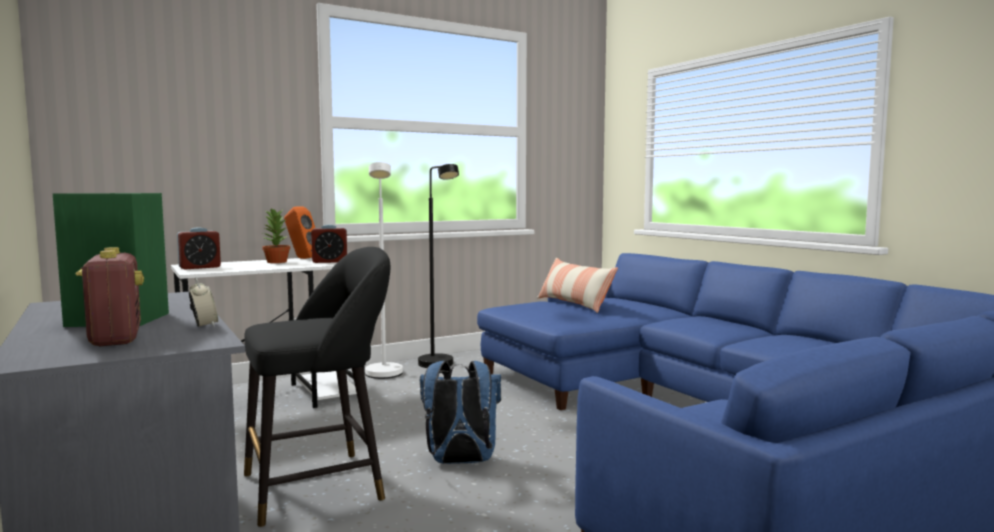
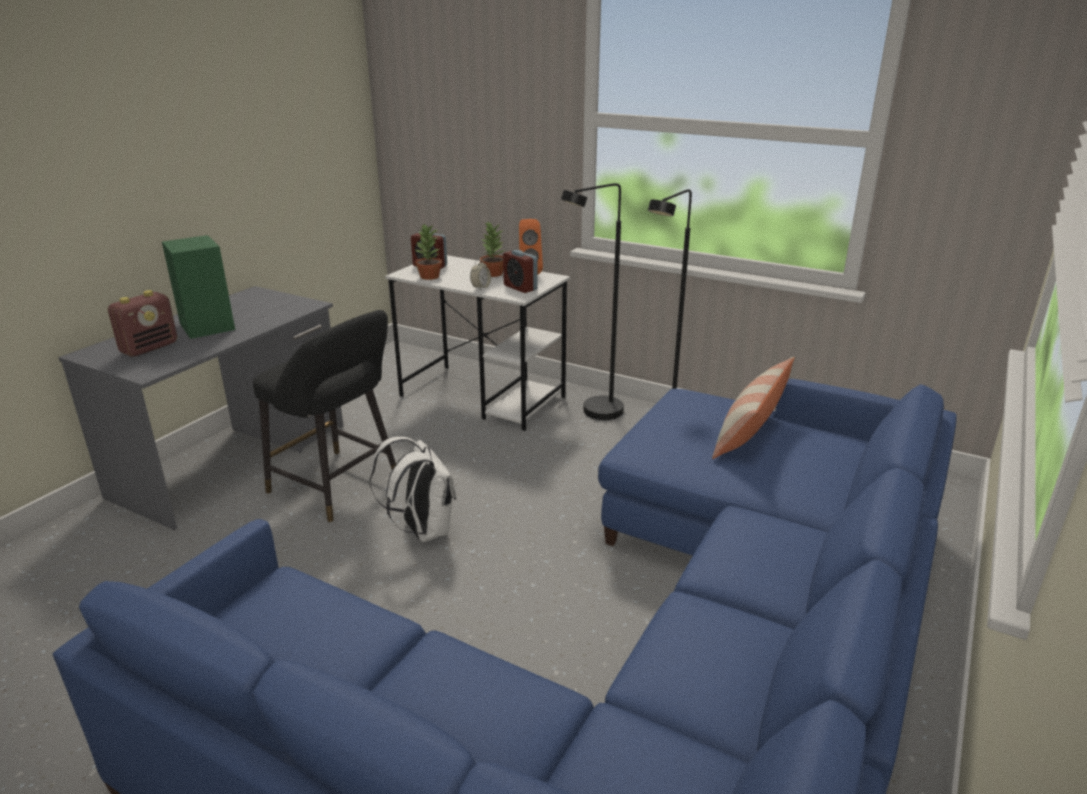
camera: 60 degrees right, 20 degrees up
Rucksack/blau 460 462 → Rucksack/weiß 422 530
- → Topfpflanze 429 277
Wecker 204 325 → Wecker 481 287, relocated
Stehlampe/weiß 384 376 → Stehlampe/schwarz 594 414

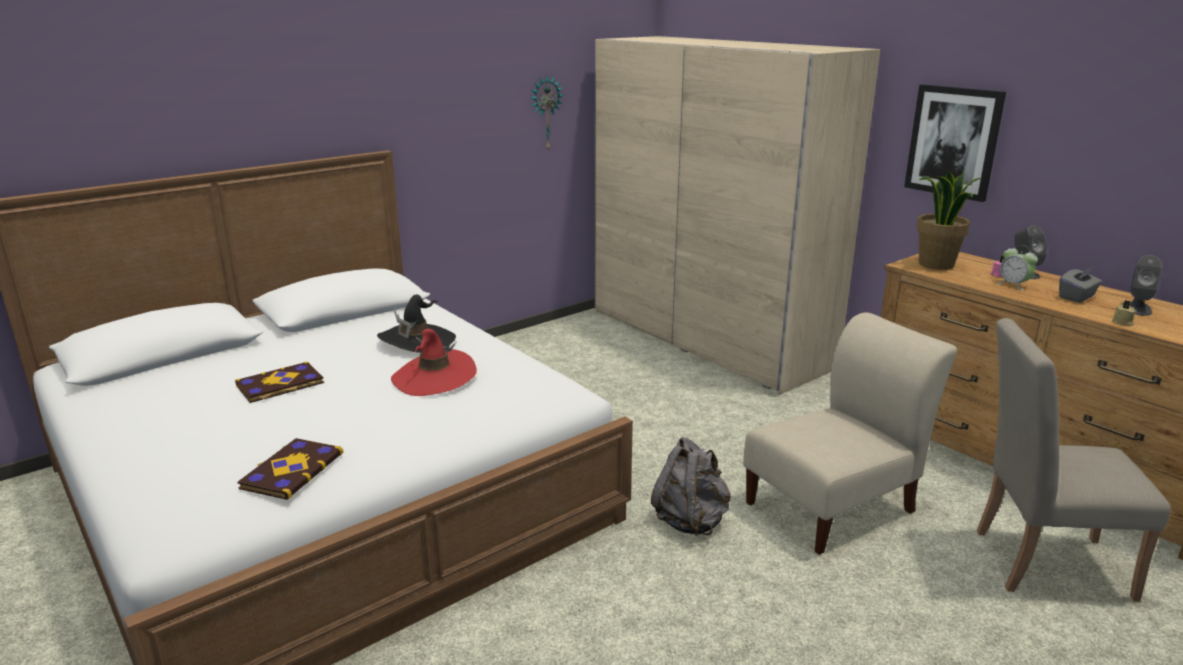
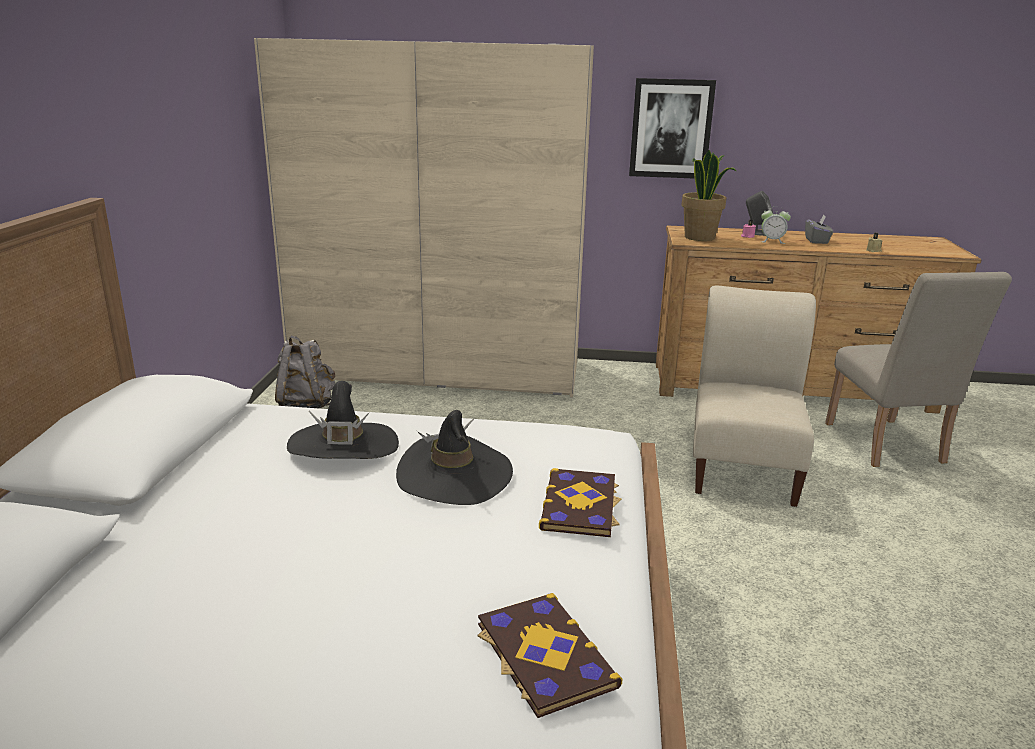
camera: 45 degrees left, 0 degrees up
Rucksack/grau 691 520 → Rucksack/grau 306 405, relocated
Hut/rot 434 377 → Hut/schwarz 454 476
Buch 280 385 → Buch 580 505, relocated
Stuhl/beige 1039 562 → Stuhl/beige 887 447, 60 degrees counterclockwise
Wanduhr 545 113 → -
Lautsprecher/grau 1136 308 → -

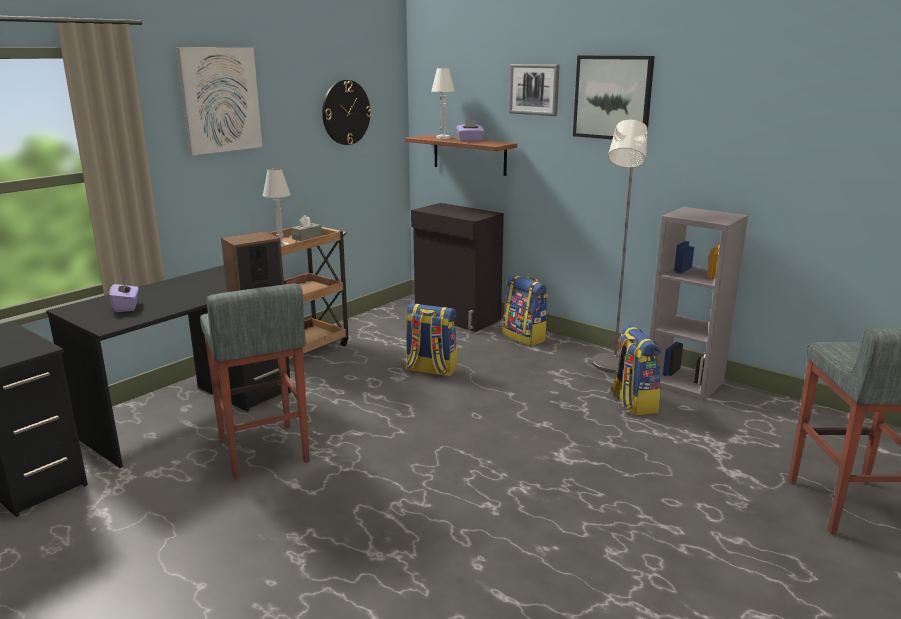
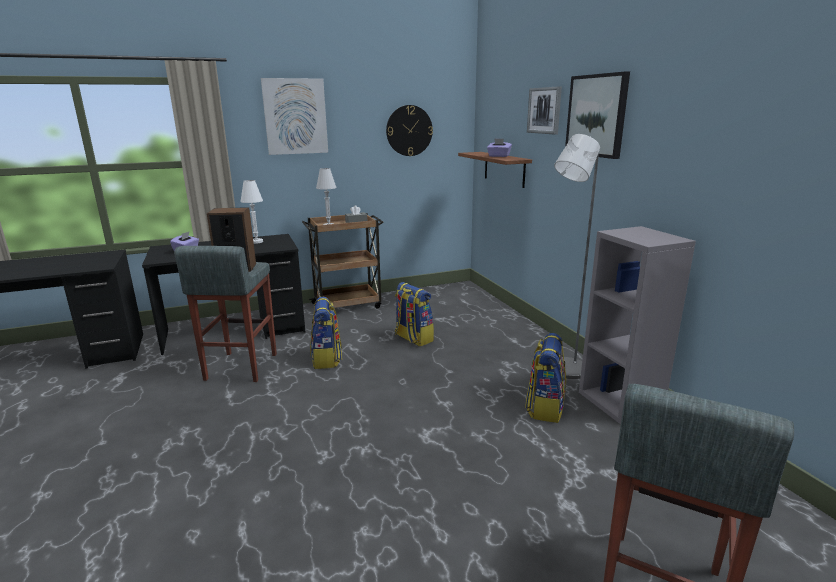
camera: 30 degrees right, 0 degrees up
Tischlampe/weiß 443 138 → Tischlampe/weiß 256 242, relocated
Rucksack 525 337 → Rucksack 327 359, relocated
Schrank/schwarz 457 317 → -

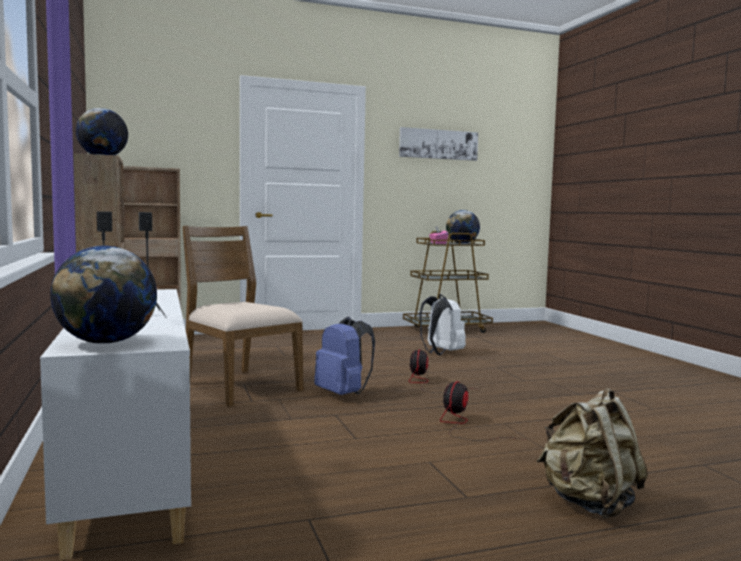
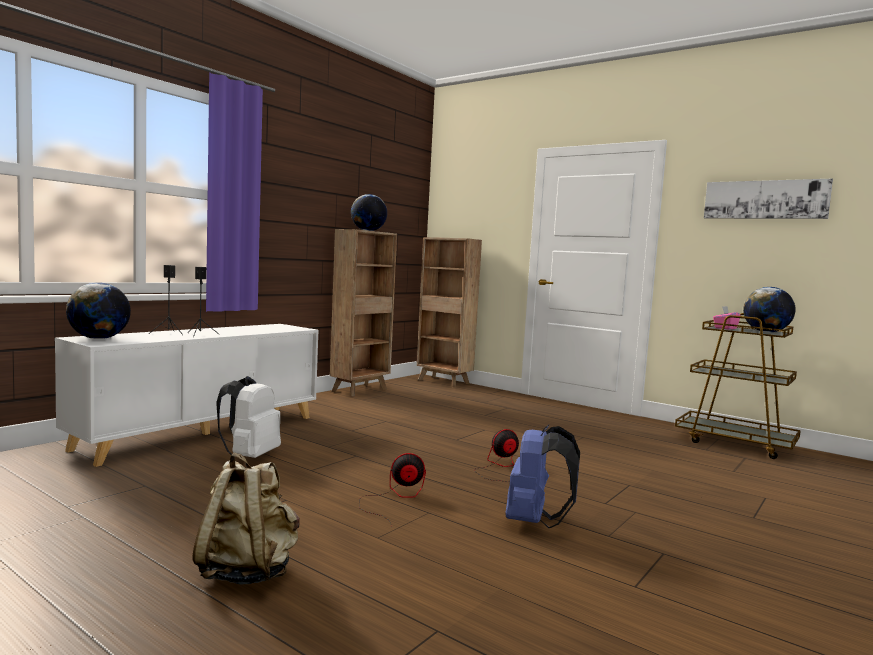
camera: 55 degrees right, 0 degrees up
Rucksack/weiß 441 353 → Rucksack/weiß 249 456, relocated
Rucksack/blau 343 394 → Rucksack/blau 535 521, relocated
Stuhl/braun 239 386 → -

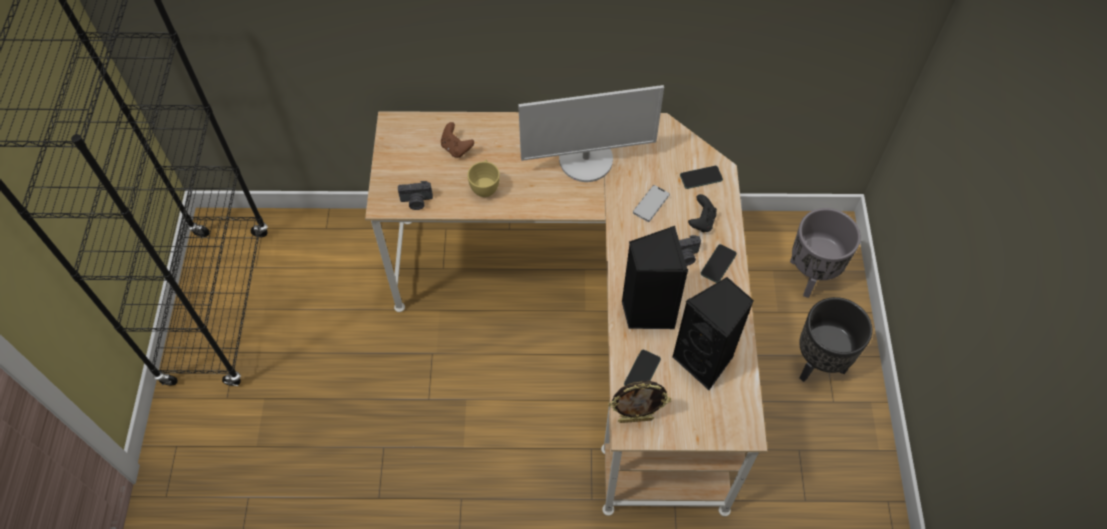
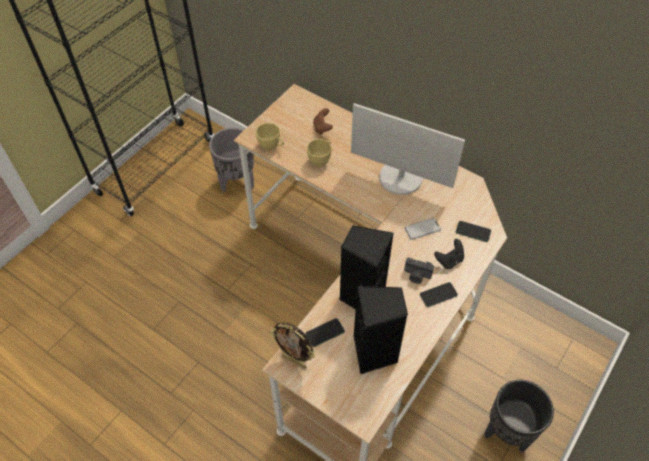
camera: 35 degrees right, 5 degrees down
Pflanzkübel/grau 811 276 → Pflanzkübel/grau 237 182, relocated
Kamera 416 201 → Tasse/gelb 271 146

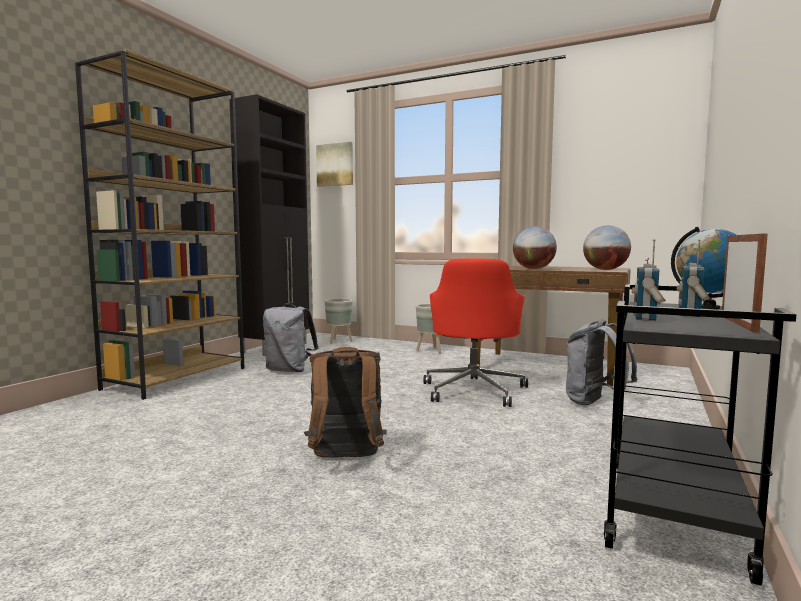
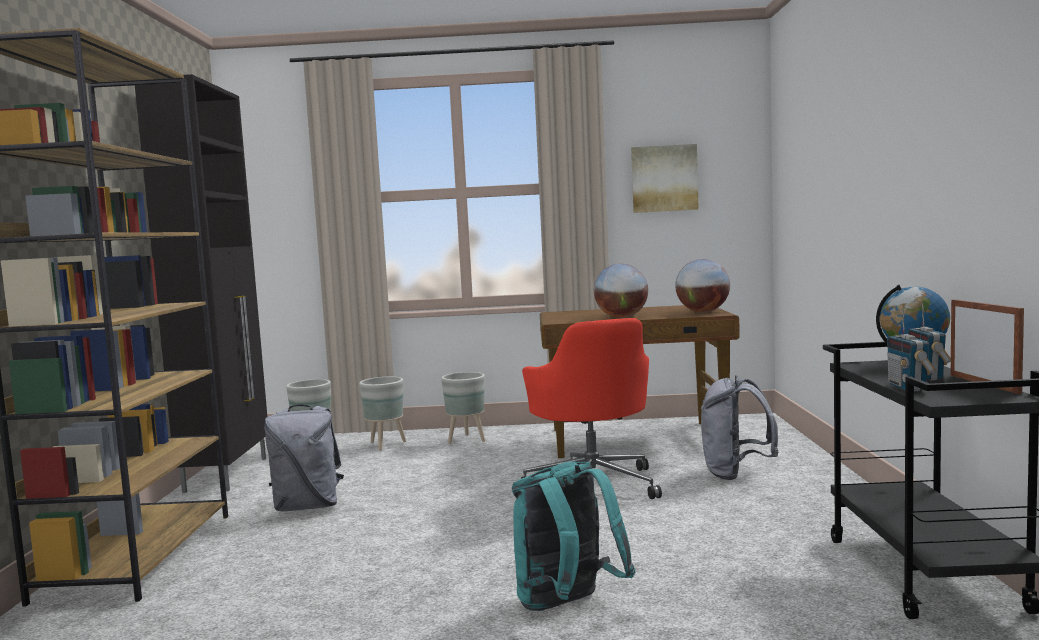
camera: 25 degrees left, 0 degrees up
- → Pflanzkübel/grau 386 445
Rucksack/braun 345 459 → Rucksack/türkis 567 606
Bild 335 165 → Bild 664 178, relocated

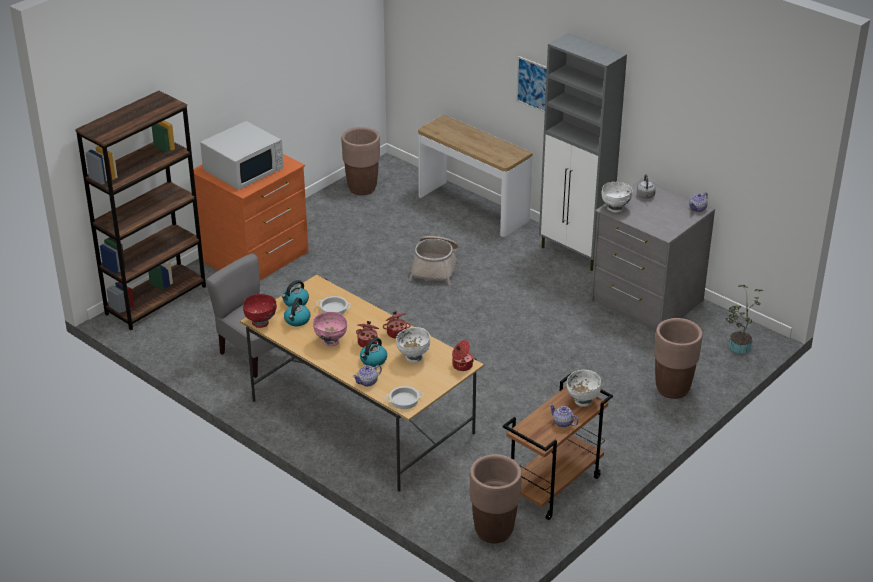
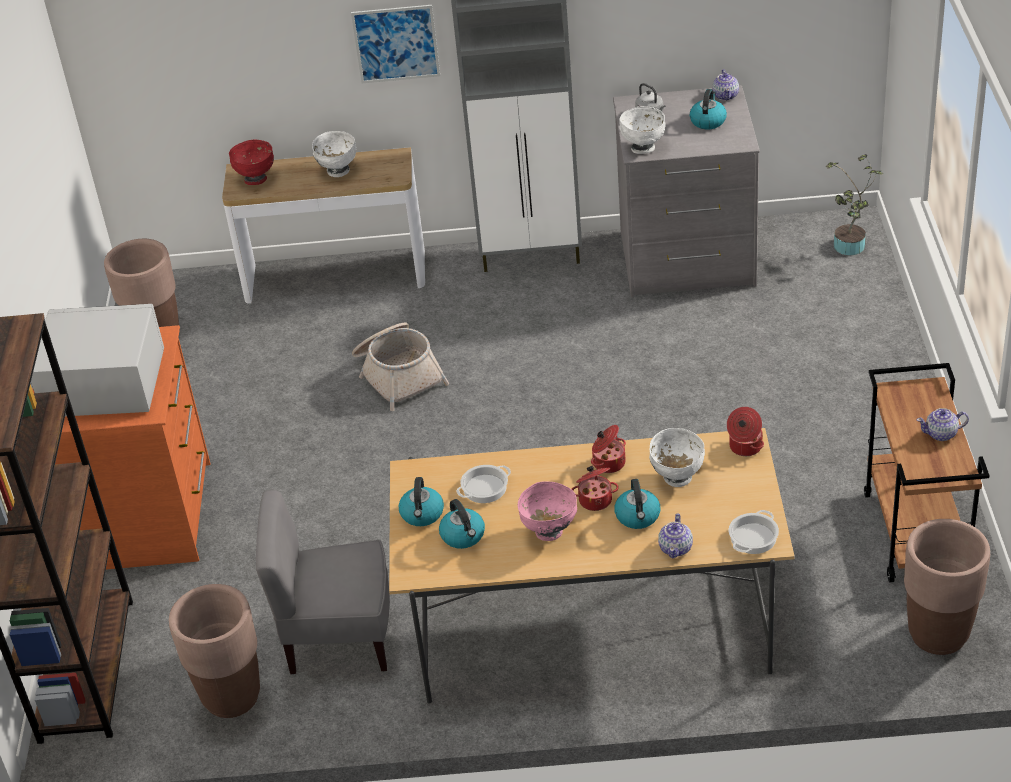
camera: 40 degrees left, 5 degrees up
Mikrowelle/weiß 244 169 → Mikrowelle/weiß 103 384, 90 degrees counterclockwise
Pflanzkübel/braun 672 389 → Pflanzkübel/braun 232 697, relocated
Schüssel/rot 260 323 → Schüssel/rot 256 179, relocated
Schüssel/weiß 582 401 → Schüssel/weiß 337 171, relocated
- → Wasserkessel 708 121

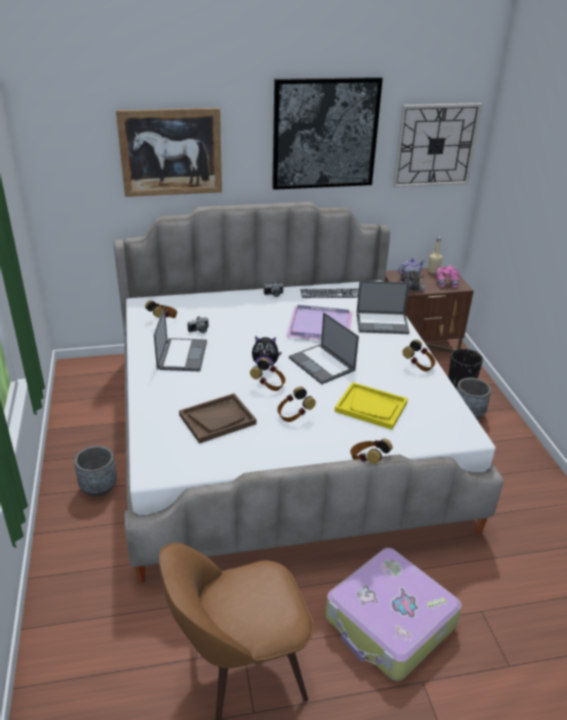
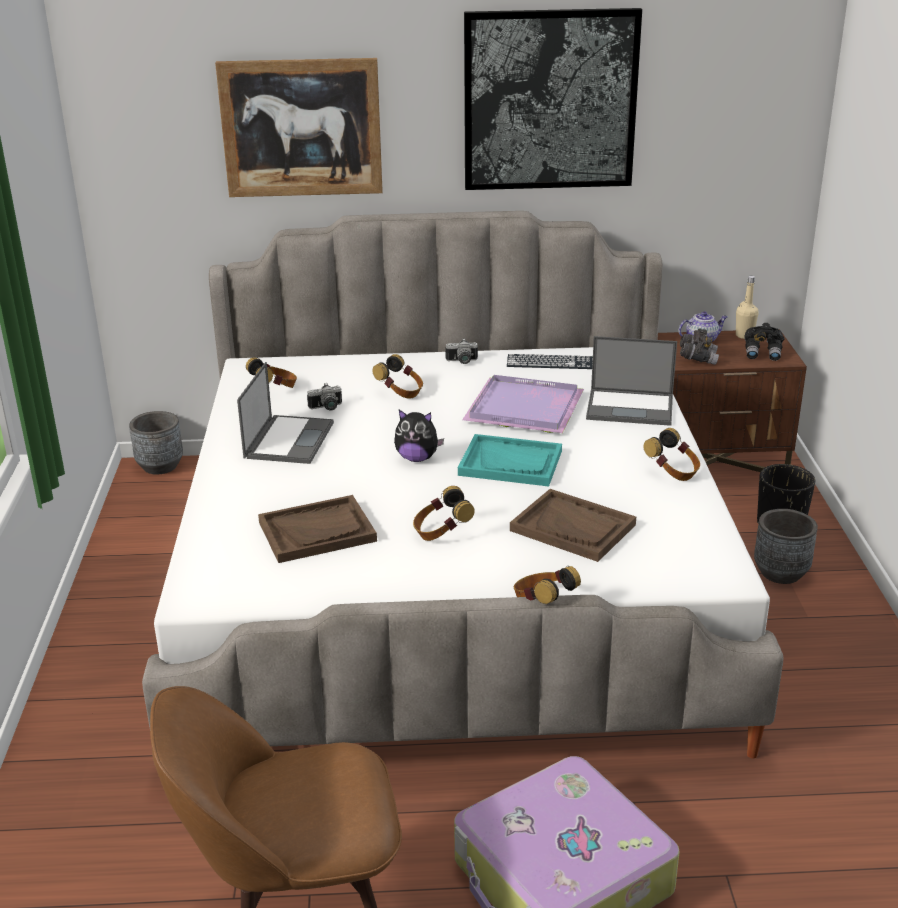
camera: 10 degrees right, 5 degrees down
Pflanzkübel/grau 99 487 → Pflanzkübel/grau 160 466, relocated
Kopfhörer 269 385 → Kopfhörer 400 393, relocated
Laptop 322 364 → Tablett/türkis 511 463
Tablett/gelb 371 407 → Tablett/braun 573 528
Fernglas/rosa 447 282 → Fernglas/schwarz 763 353
Wanduhr 435 145 → -

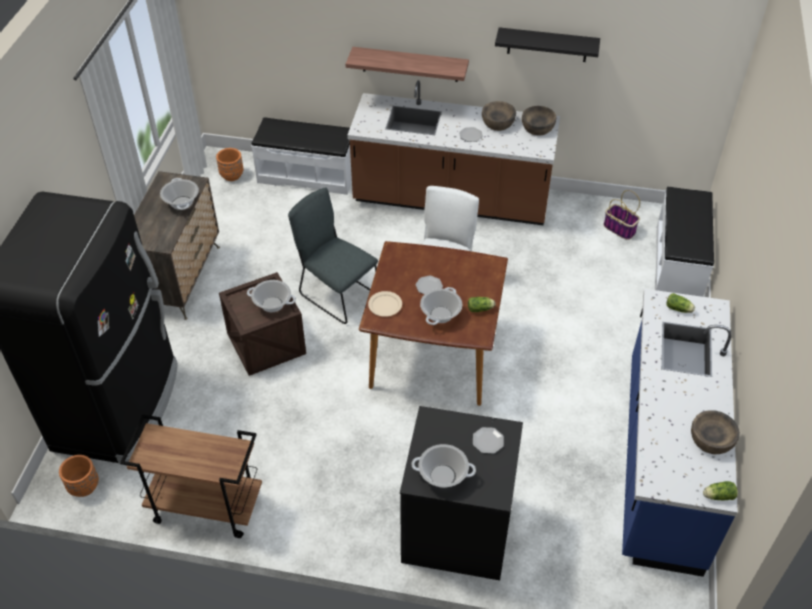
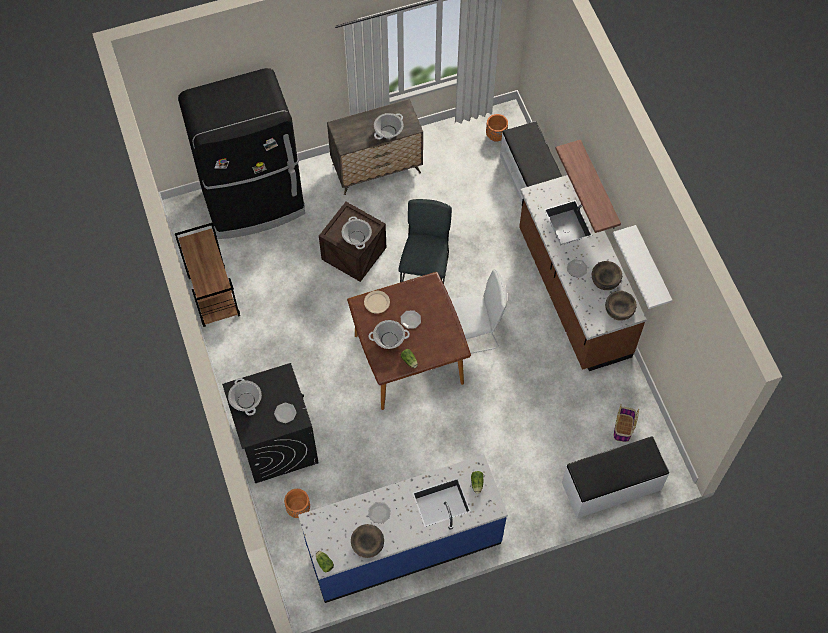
camera: 60 degrees right, 15 degrees up
Pflanzkübel/orange 84 487 → Pflanzkübel/orange 298 508, relocated
- → Teller 379 512
Wandregal/schwarz 547 45 → Wandregal/weiß 652 268

